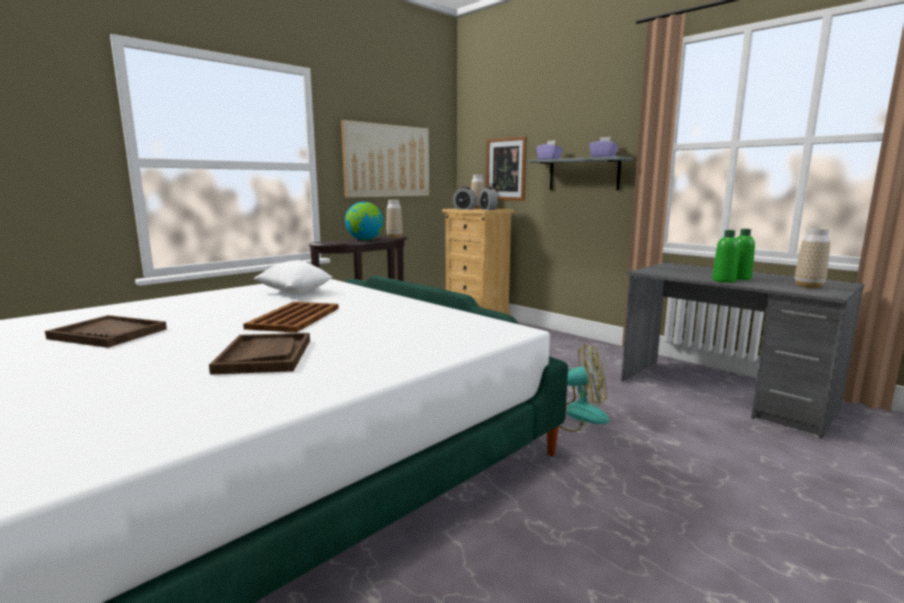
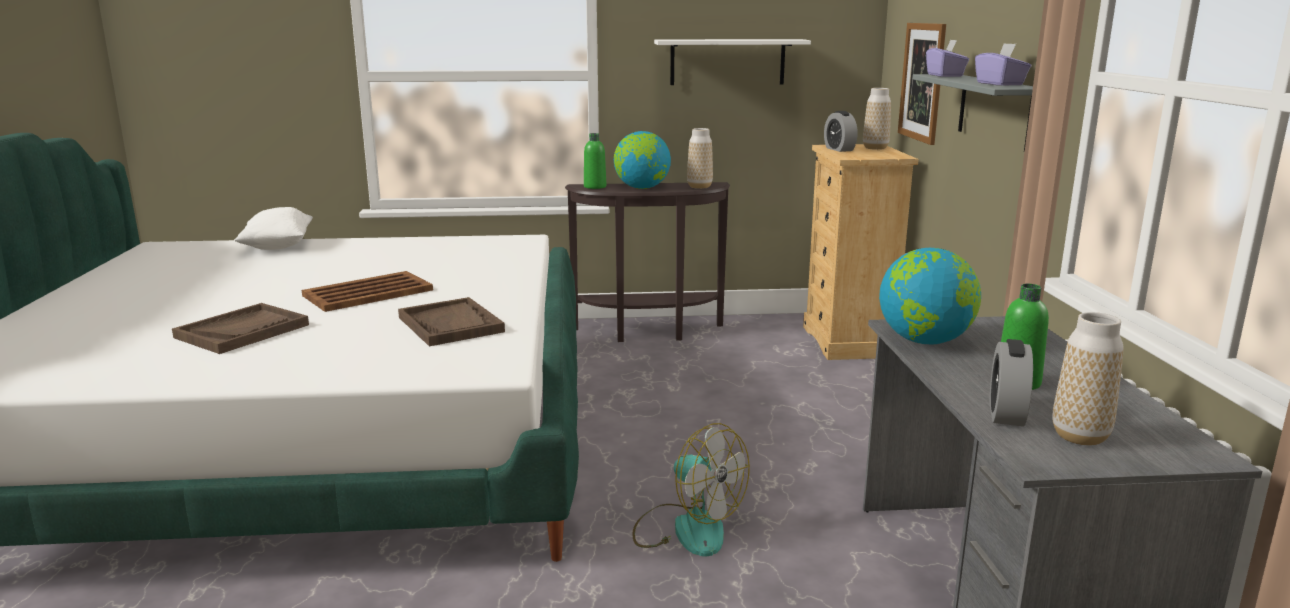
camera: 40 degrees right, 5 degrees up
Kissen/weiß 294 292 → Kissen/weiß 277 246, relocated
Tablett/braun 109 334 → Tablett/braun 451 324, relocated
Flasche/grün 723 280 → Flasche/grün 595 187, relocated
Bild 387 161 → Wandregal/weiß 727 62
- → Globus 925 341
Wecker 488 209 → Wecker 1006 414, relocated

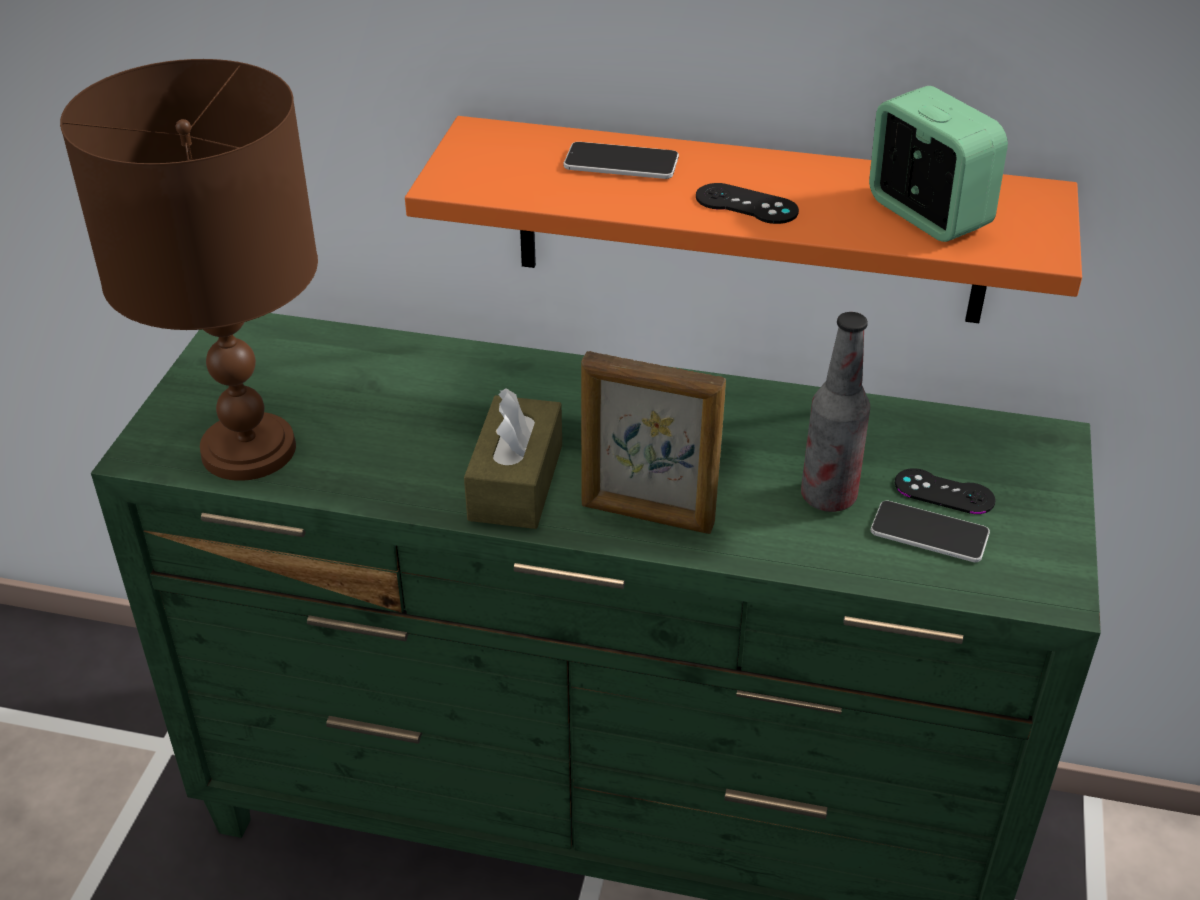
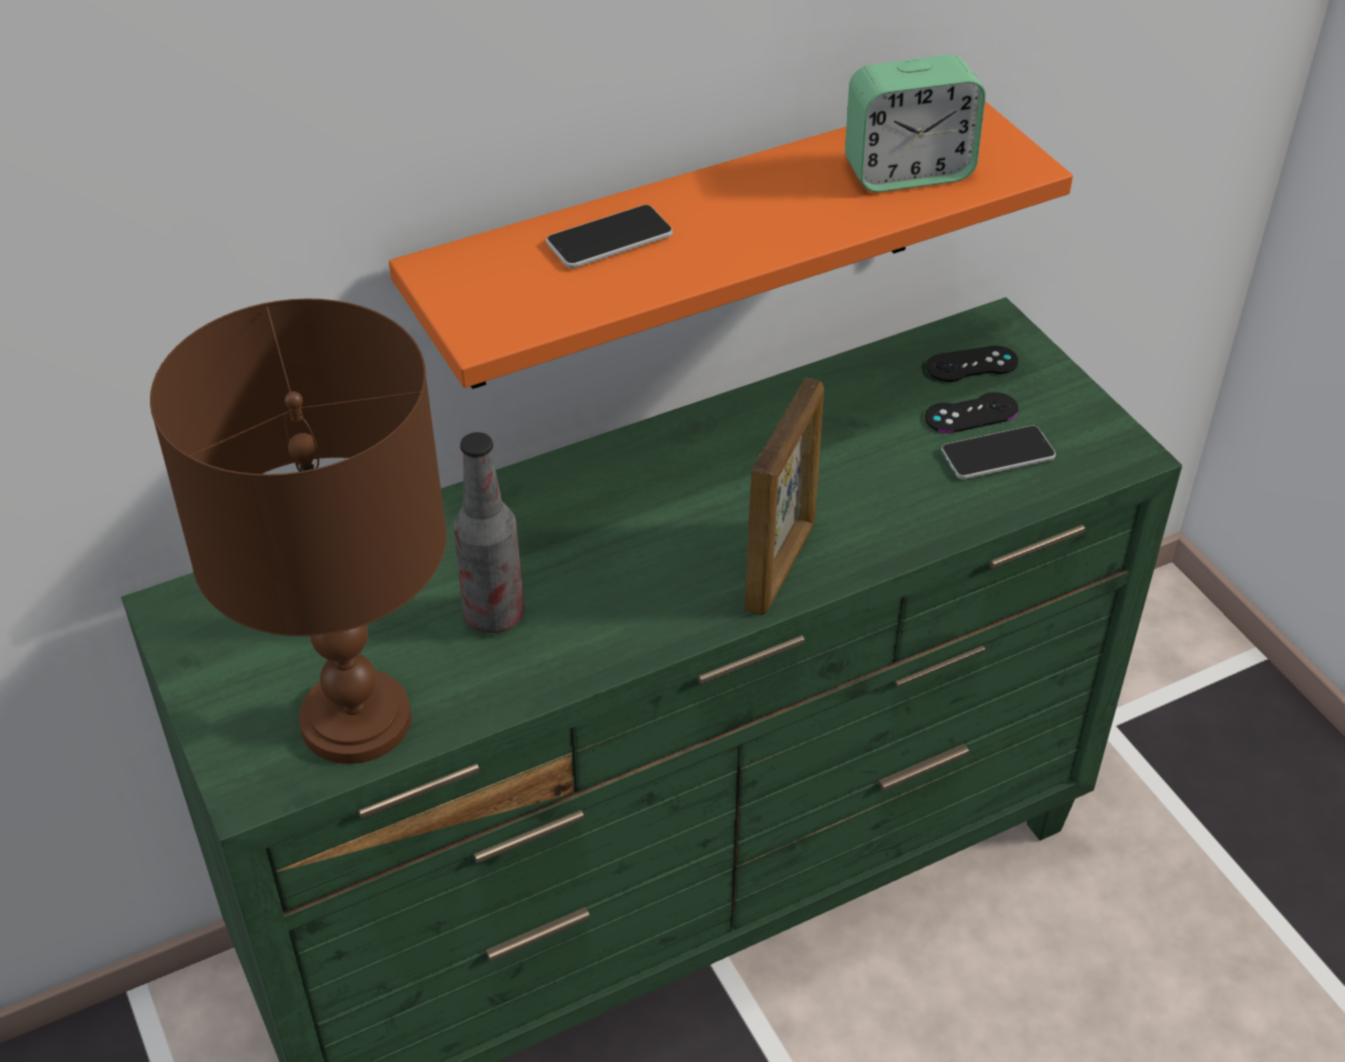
camera: 40 degrees left, 5 degrees up
Flasche 828 497 → Flasche 494 615, relocated
Bilderrahmen 647 516 → Bilderrahmen 781 566, 45 degrees counterclockwise
Wecker 926 215 → Wecker 908 172, 150 degrees clockwise
Gamepad/schwarz 746 204 → Gamepad/schwarz 972 365, relocated
Taschentuchbox/braun 516 482 → -

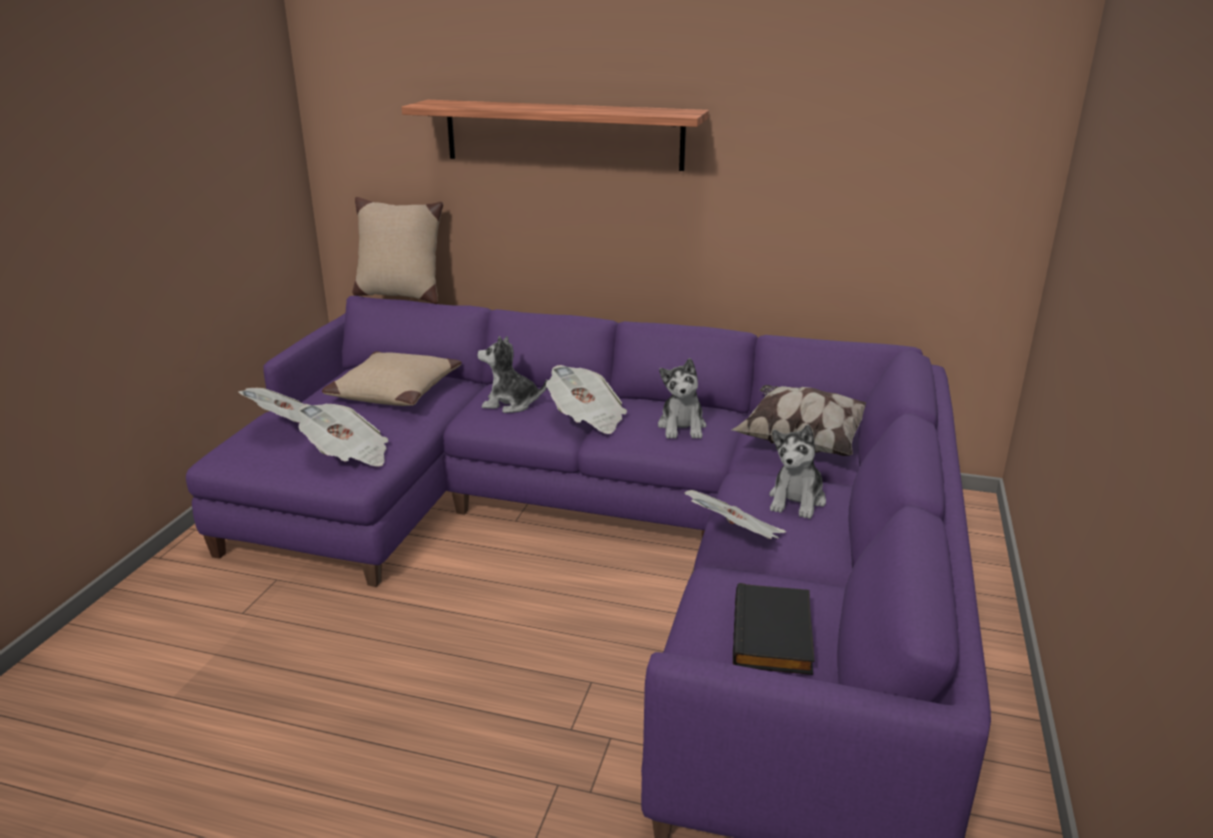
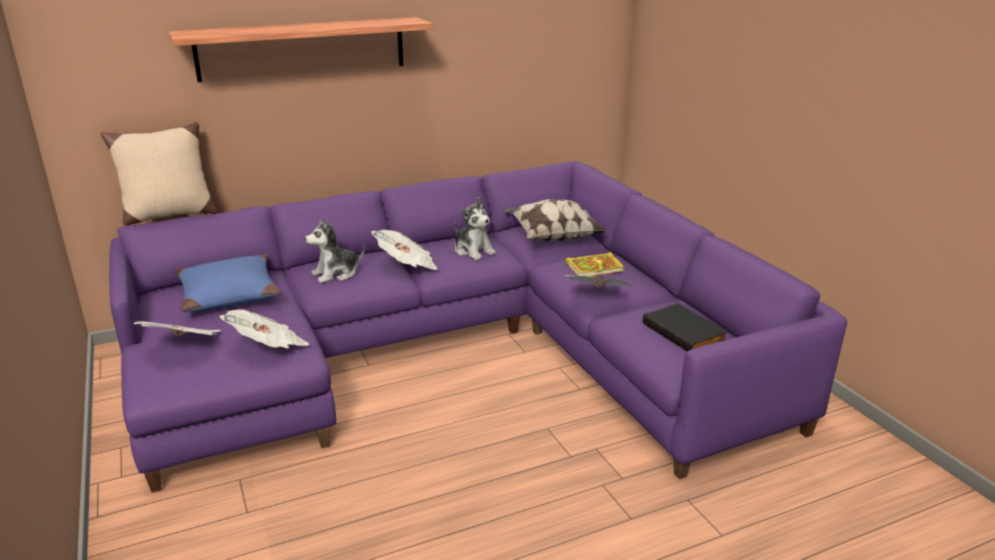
camera: 40 degrees left, 0 degrees up
Kissen/beige 394 391 → Kissen/blau 228 295
Plüschtier 797 500 → Buch 595 267

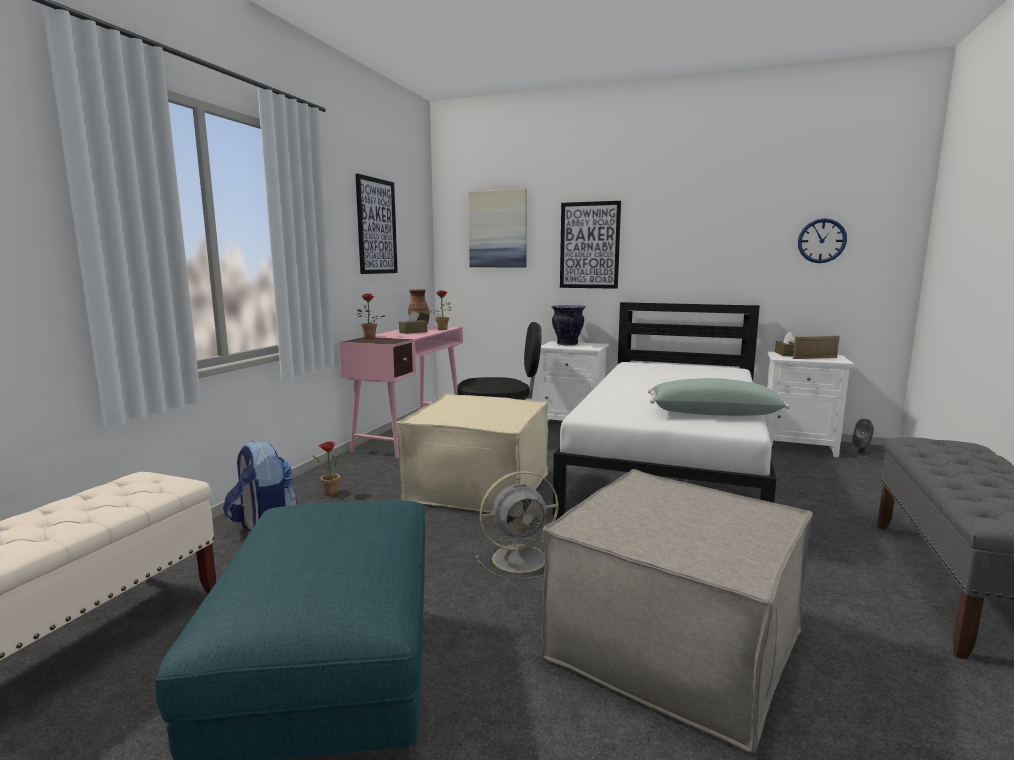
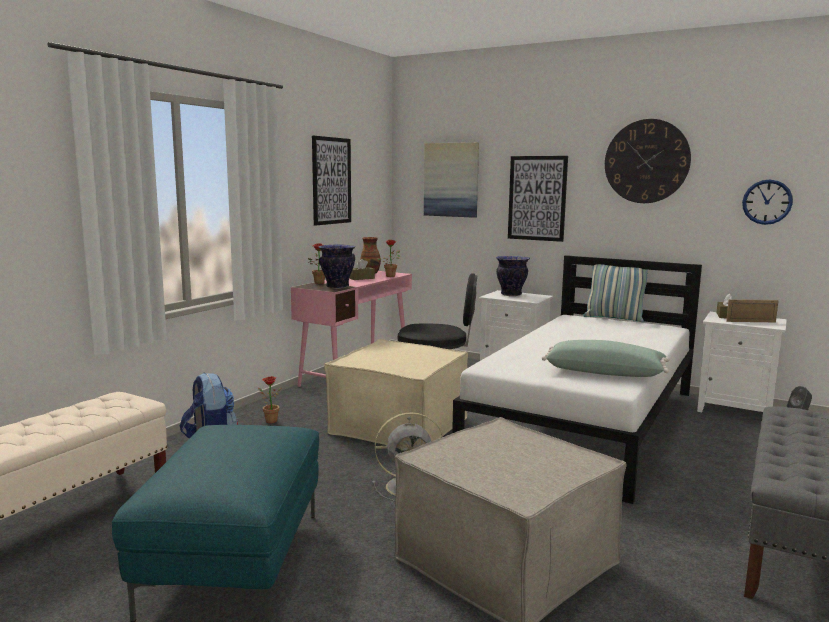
camera: 10 degrees right, 0 degrees up
- → Vase 337 287
- → Kissen 614 318
- → Wanduhr 646 161

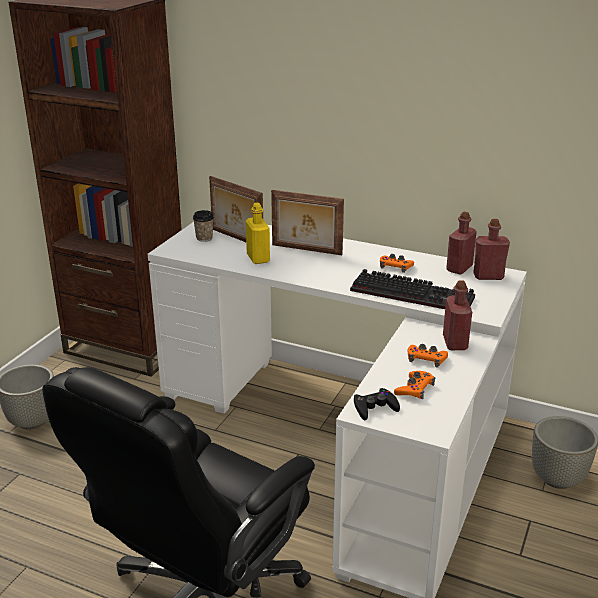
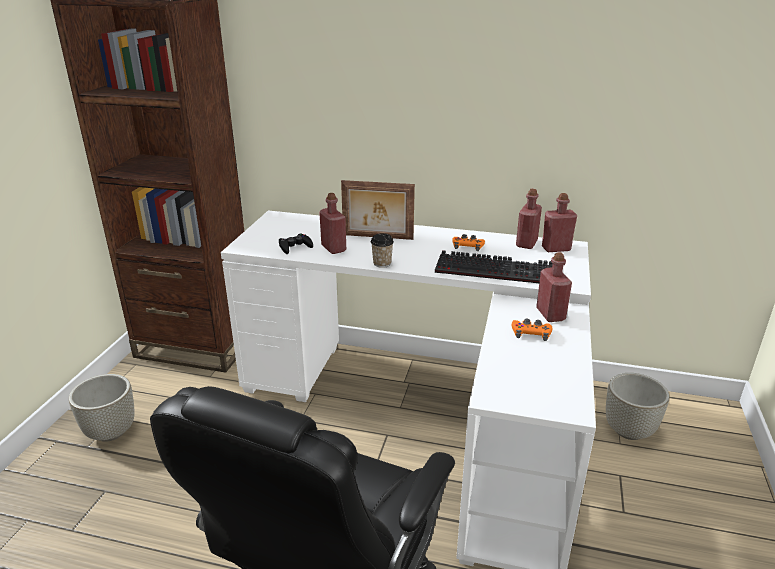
camera: 10 degrees left, 0 degrees up
Gamepad/schwarz 375 408 → Gamepad/schwarz 295 247, relocated
Flasche/gelb 258 258 → Flasche/rot 333 248
Tasse 204 238 → Tasse 382 263, relocated
Bilderrahmen 236 239 → -
Gamepad/orange 415 389 → -

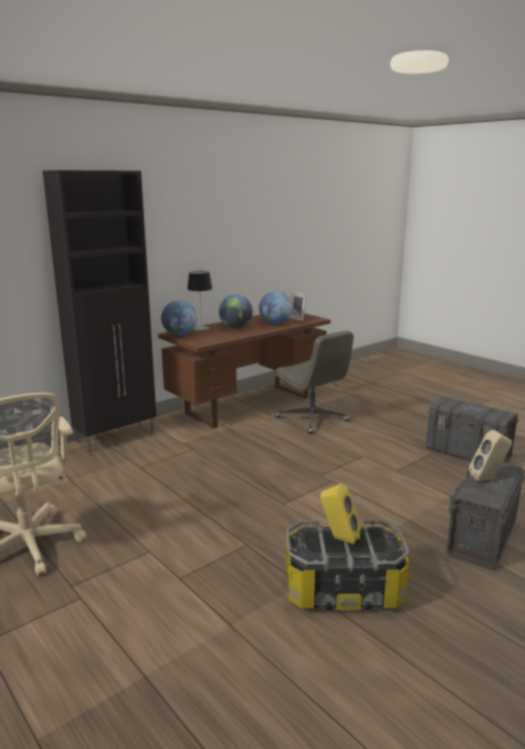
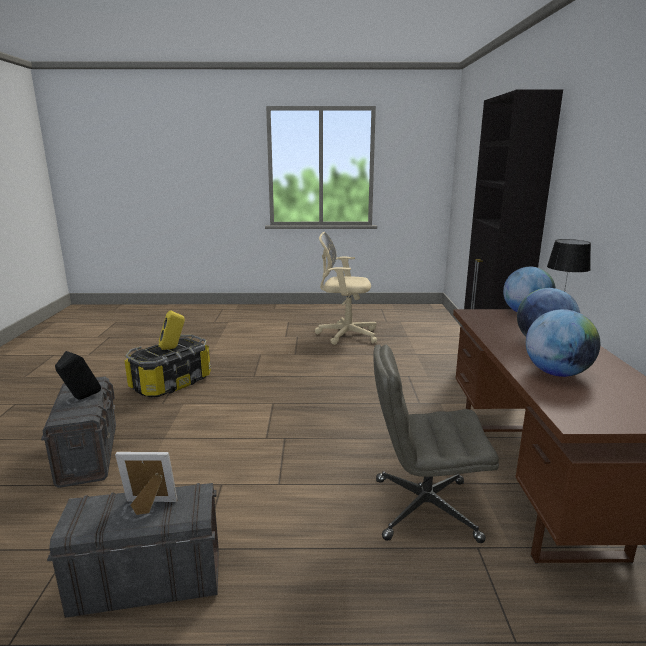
camera: 130 degrees right, 0 degrees up
Lautsprecher/beige 488 479 → Lautsprecher/schwarz 81 399
Bilderrahmen 298 318 → Bilderrahmen 149 507, relocated

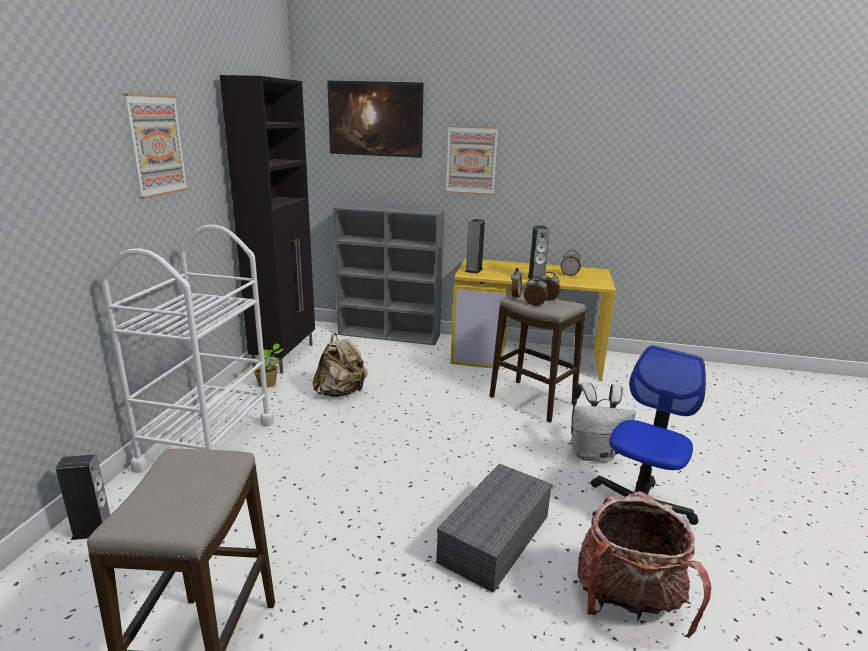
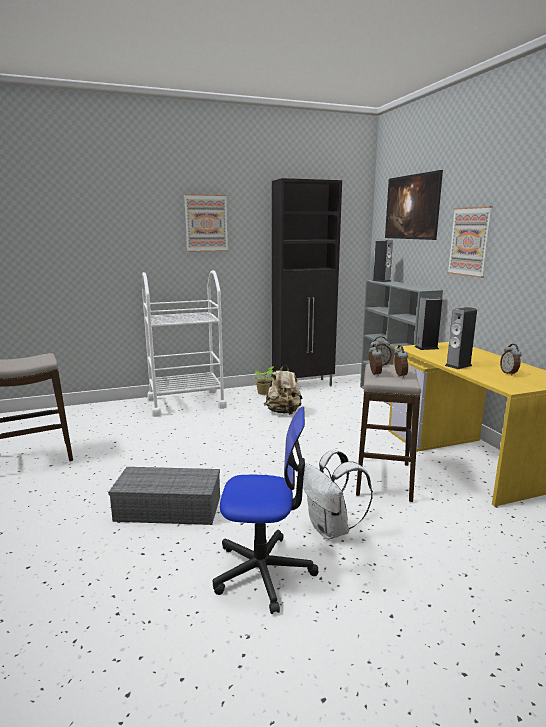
camera: 60 degrees right, 5 degrees down
Lautsprecher 93 530 → Lautsprecher 381 281, relocated
Rucksack 627 602 → -

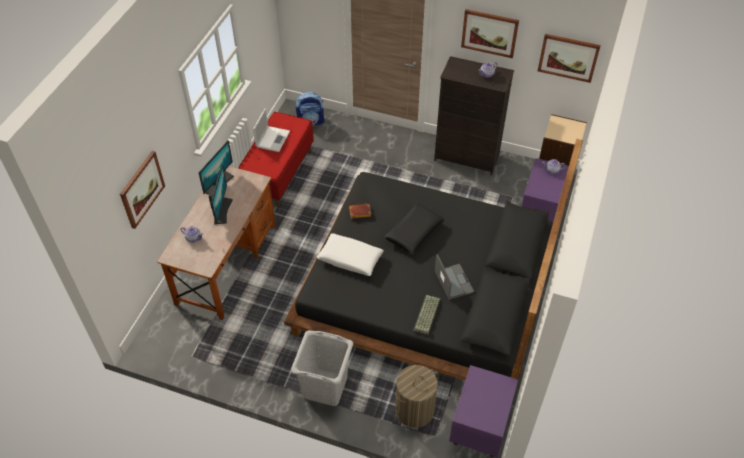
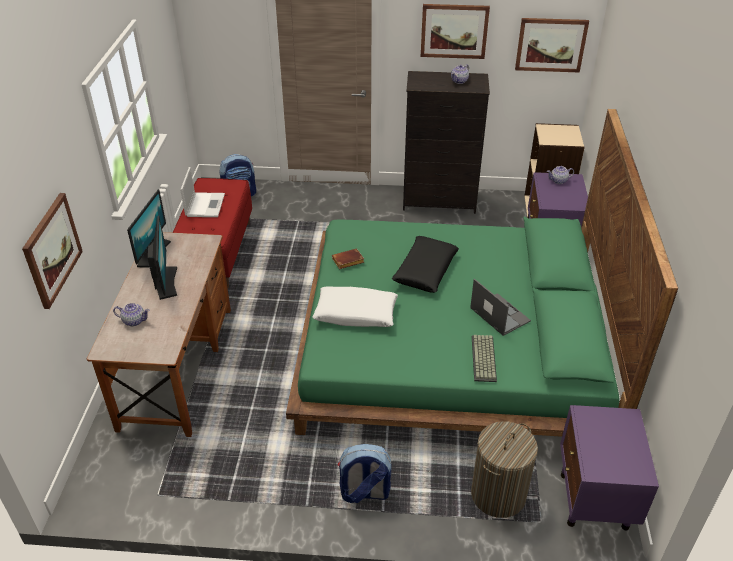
camera: 15 degrees left, 10 degrees down
Bett/schwarz 426 288 → Bett/grün 451 344
Wäschekorb/grau 324 387 → Rucksack 364 492

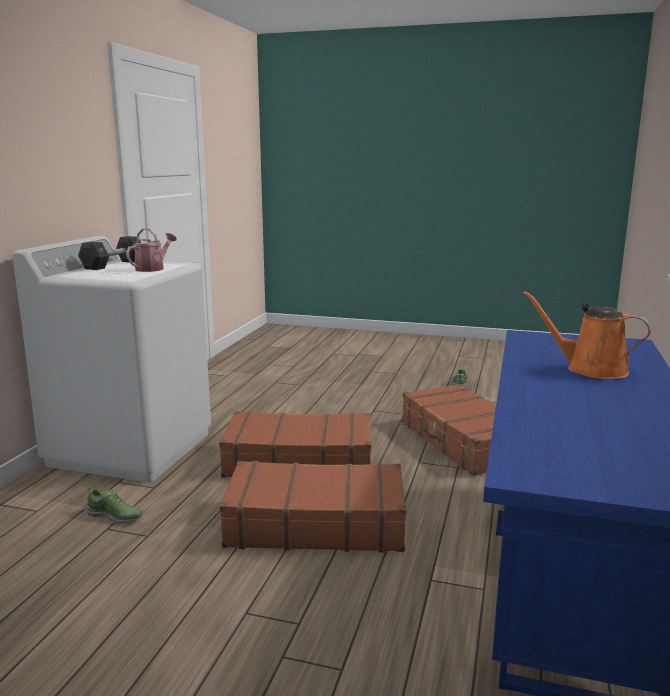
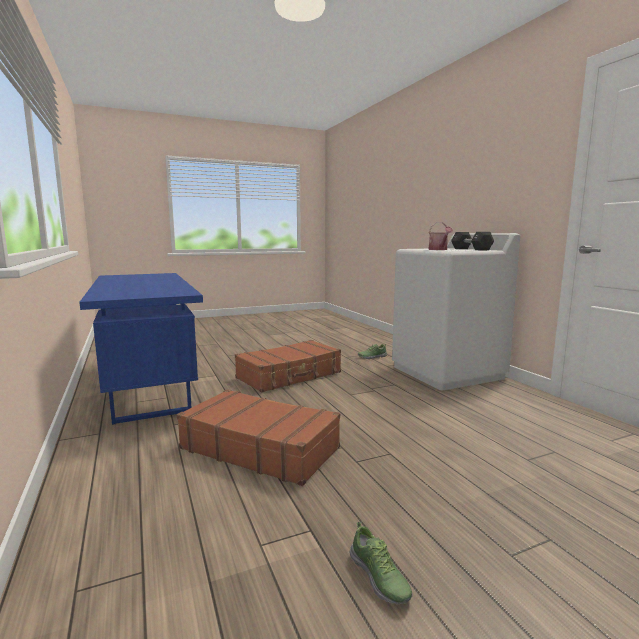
camera: 140 degrees right, 5 degrees down
Koffer/braun 298 461 → -
Gießkanne/orange 590 369 → -

